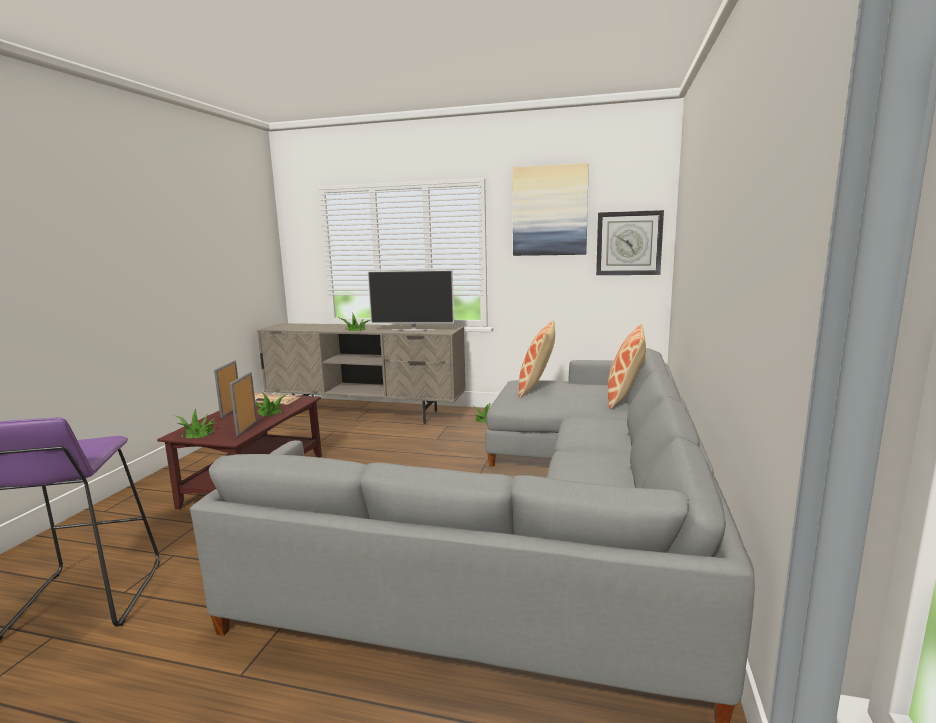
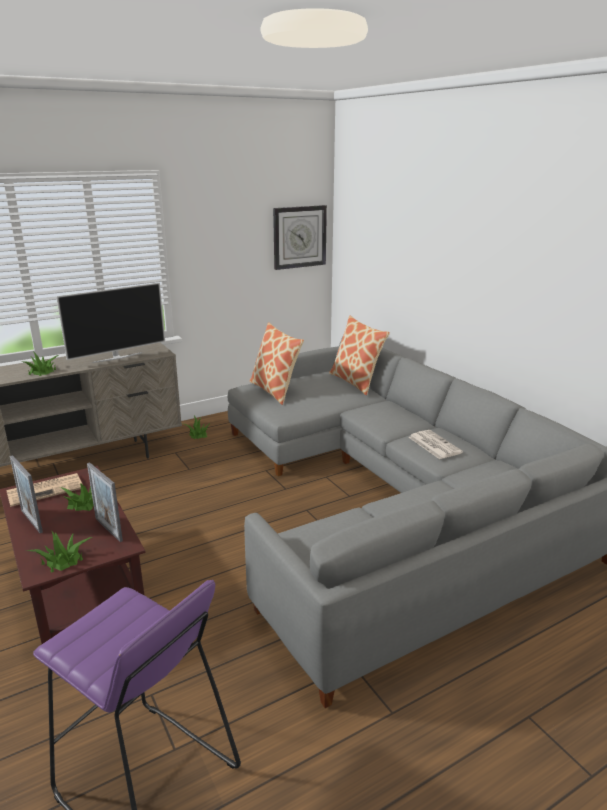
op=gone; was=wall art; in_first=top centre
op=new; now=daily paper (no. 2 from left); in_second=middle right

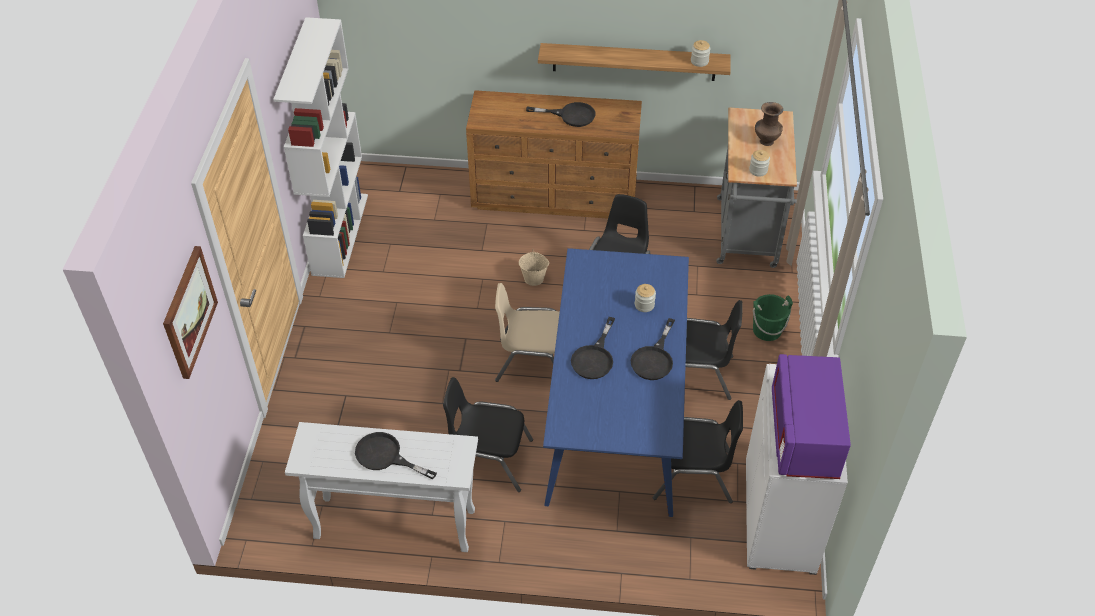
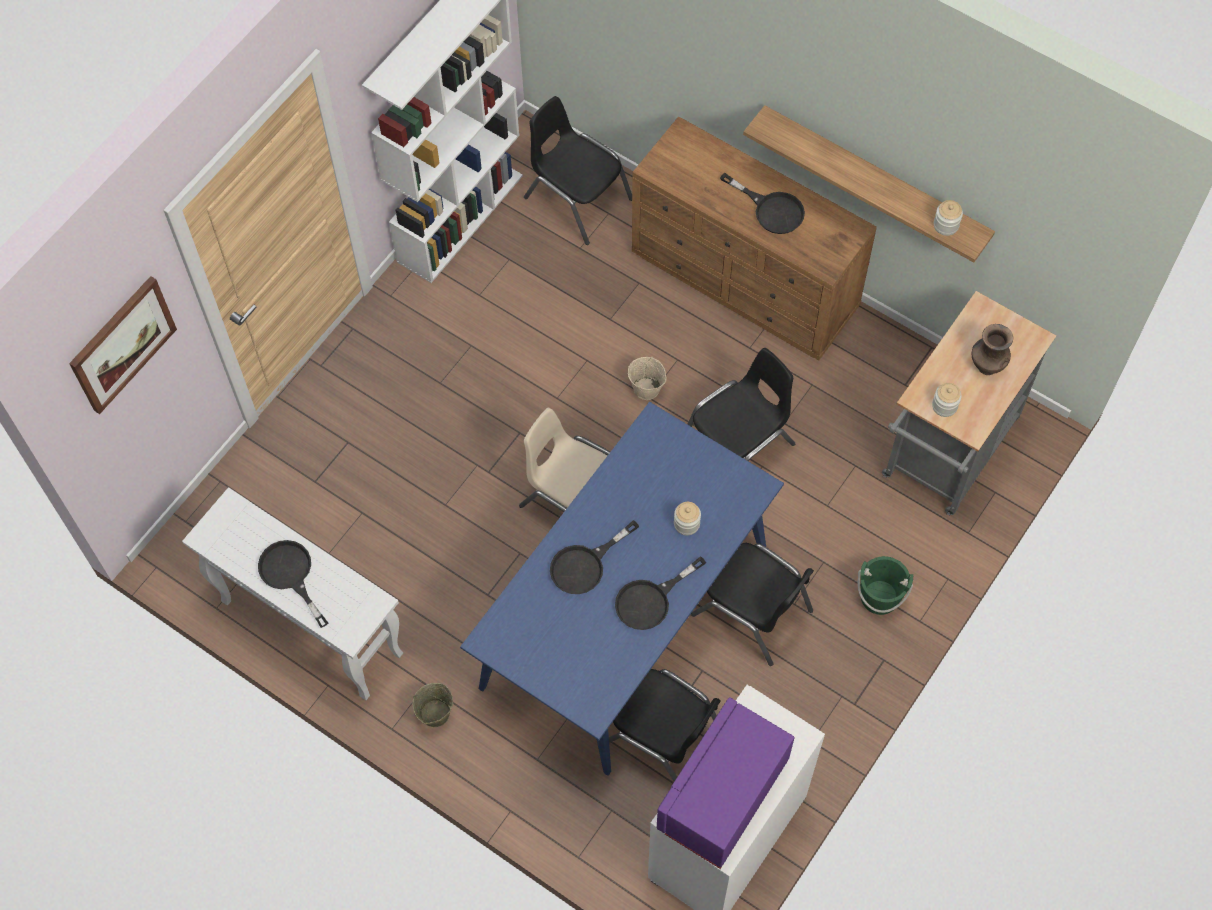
op=shifted; was=black-coloured upright chair (no. 1 from left); in_first=bottom centre; in_second=top centre
op=new; now=beige water bucket (no. 1 from left); in_second=bottom centre

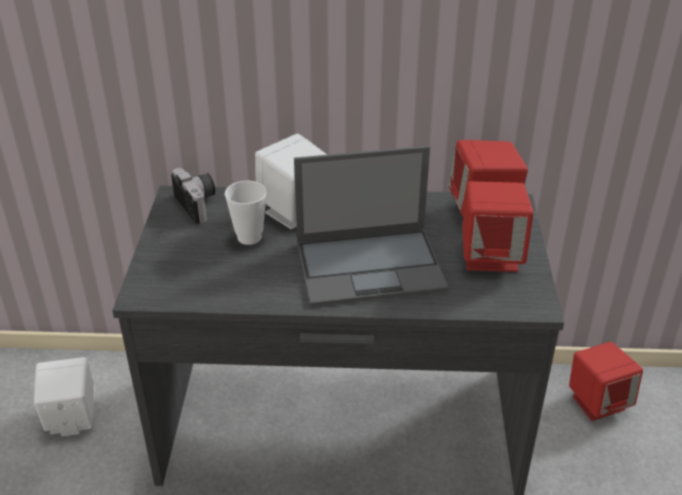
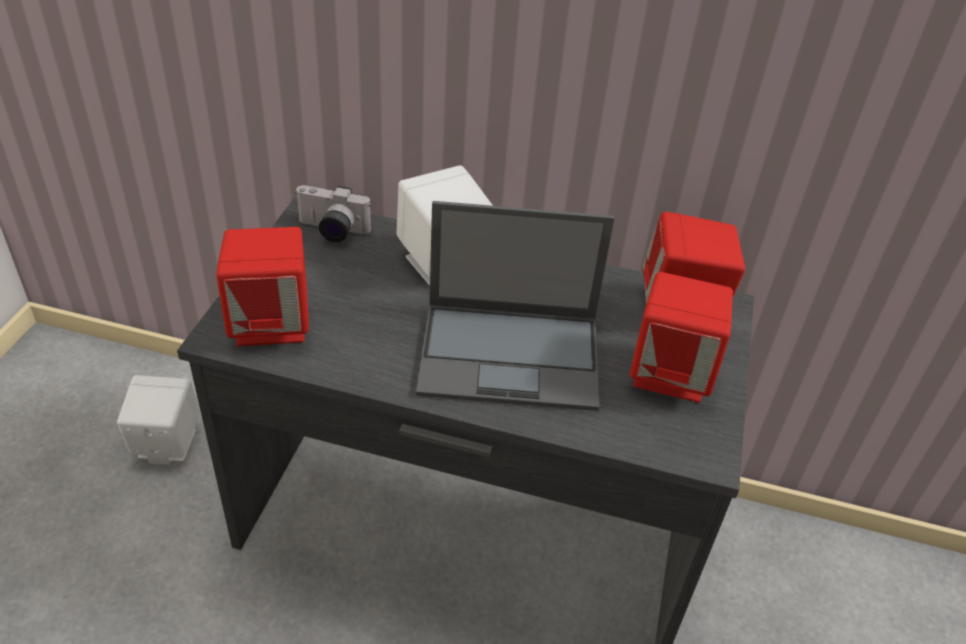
op=rotated; was=photo camera; in_first=middle left; in_second=top centre; clockwise=120
op=gone; was=drinking cup; in_first=centre
op=shifted; was=red speaker (no. 3 from left in the first image); now=red speaker (no. 1 from left); in_first=bottom right; in_second=middle left

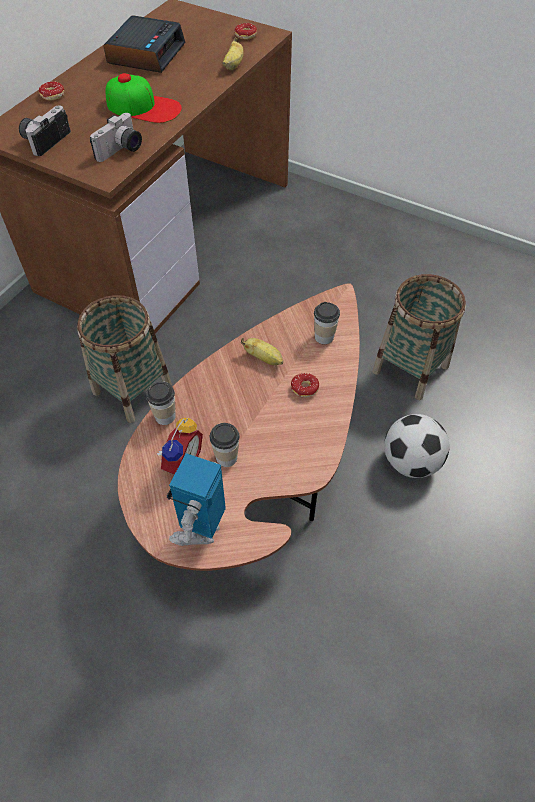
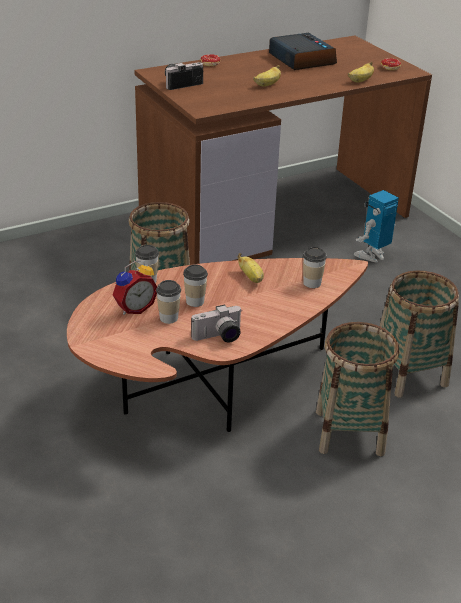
op=rotated; was=alarm clock (no. 1 from left in the first image); in_first=top left; in_second=top centre; clockwise=-75
op=swapped; was=peaked cap; now=whole banana (no. 2 from left); in_first=top left; in_second=top centre
op=shifted; was=photo camera (no. 2 from left); in_first=top left; in_second=centre
op=gone; was=ring doughnut (no. 3 from left); in_first=centre
op=swapped; was=football ball; now=storage basket (no. 2 from left); in_first=middle right; in_second=middle right
op=shifted; was=robot figure; in_first=centre; in_second=middle right
op=new; now=drinking cup (no. 3 from left); in_second=centre

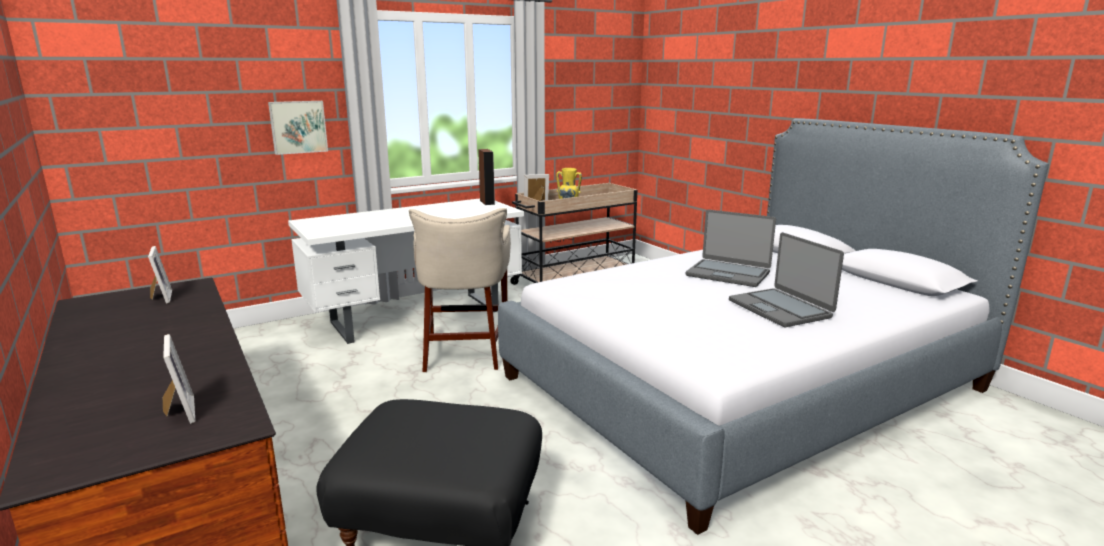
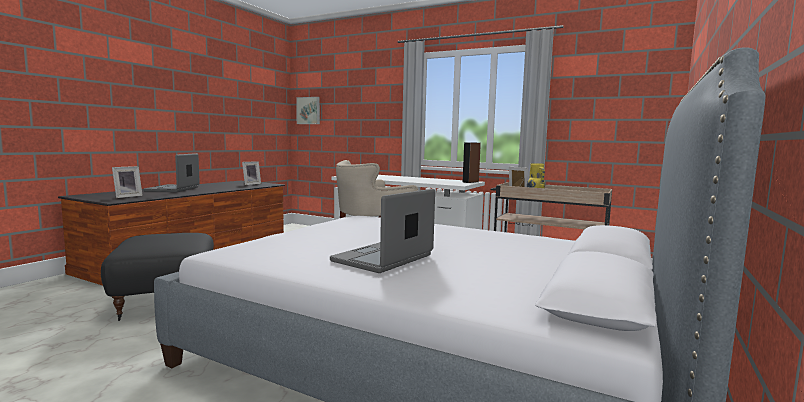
op=shifted; was=wall art; in_first=top left; in_second=top centre
op=shifted; was=portable computer (no. 1 from left); in_first=centre; in_second=middle left

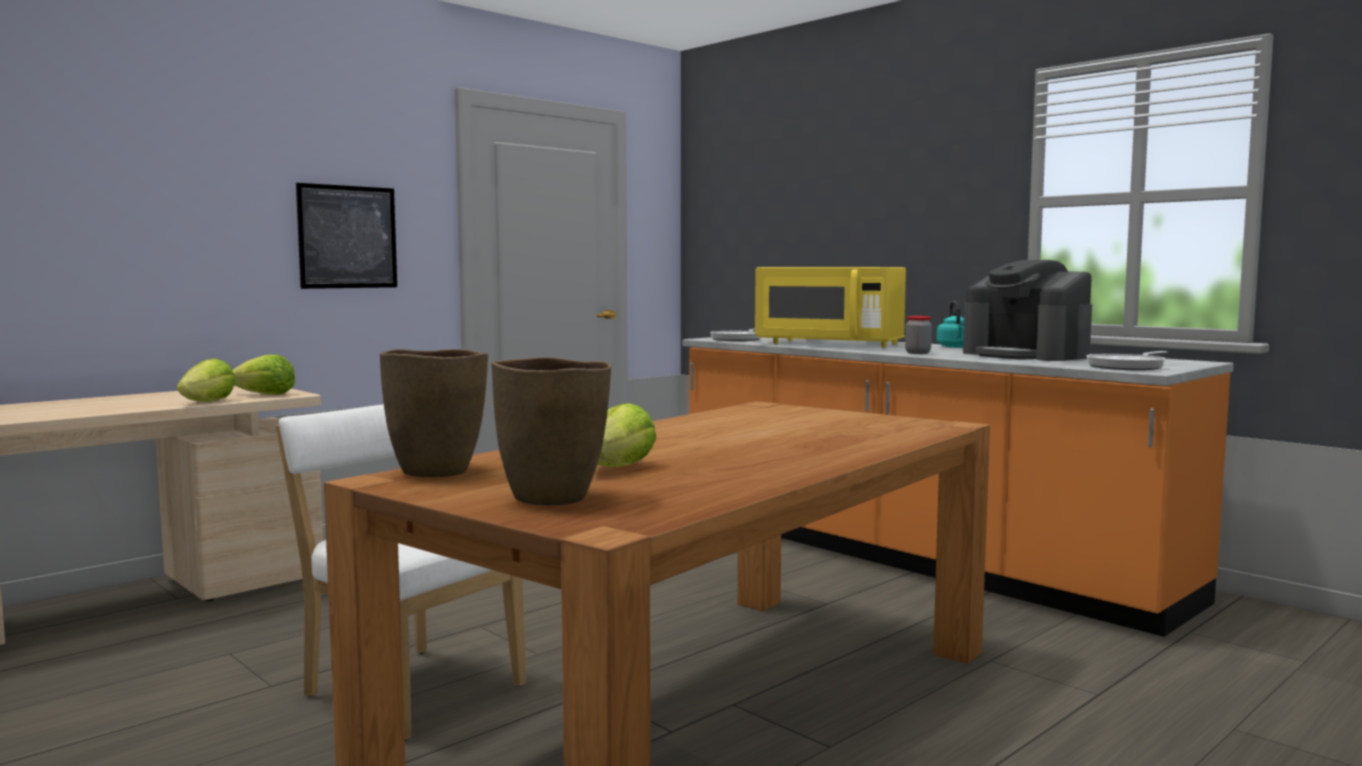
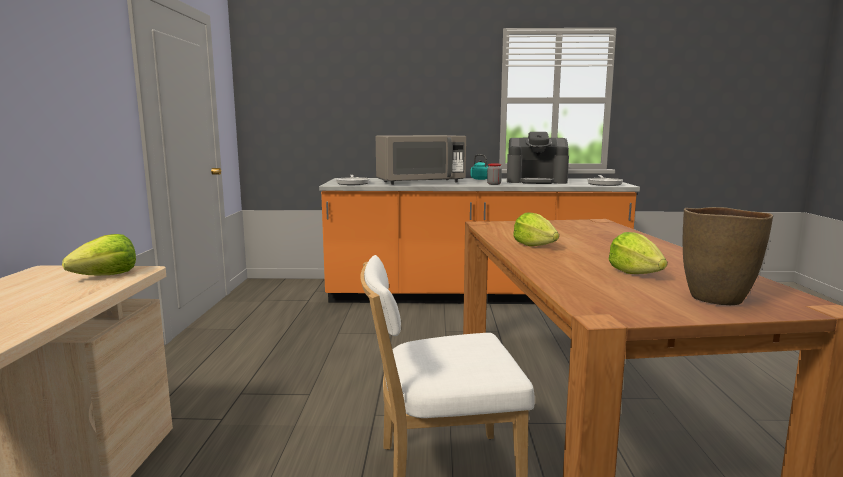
op=gone; was=wall art; in_first=top left
op=repainted; was=yellow-coloured kitchen microwave; now=grey kitchen microwave; in_first=centre; in_second=centre
op=gone; was=brownish decorative vase (no. 1 from left); in_first=middle left
op=shifted; was=lettuce (no. 1 from left in the first image); now=lettuce (no. 2 from left); in_first=middle left; in_second=centre

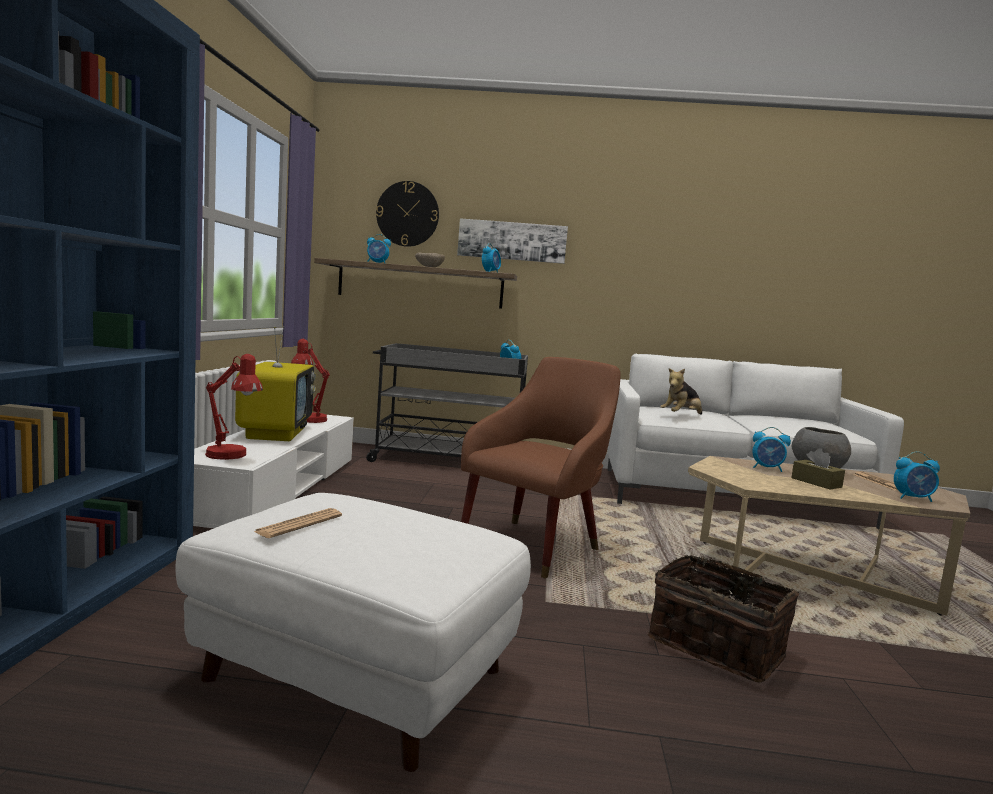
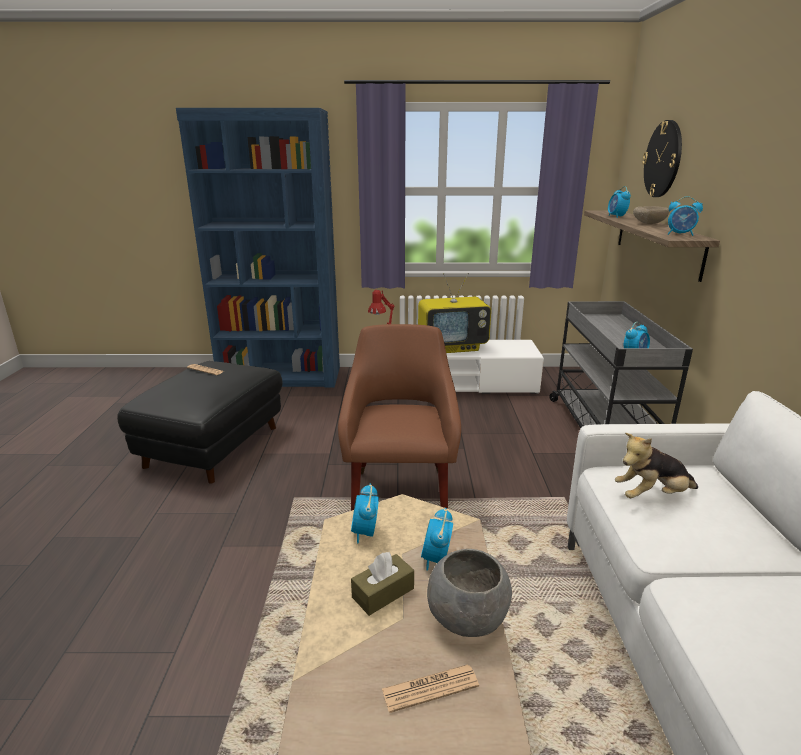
op=gone; was=wall art; in_first=top centre
op=gone; was=red lamp for a table (no. 2 from left); in_first=middle left
op=rotated; was=brownish easy chair; in_first=centre; in_second=centre; clockwise=-120
op=rotated; was=cuddly toy; in_first=middle right; in_second=middle right; clockwise=-60
op=shifted; was=alarm clock (no. 5 from left in the first image); now=alarm clock (no. 1 from left); in_first=middle right; in_second=bottom centre
op=repainted; was=white-coloured pouffe; now=black-coloured pouffe; in_first=bottom centre; in_second=middle left
op=gone; was=storage basket; in_first=bottom right

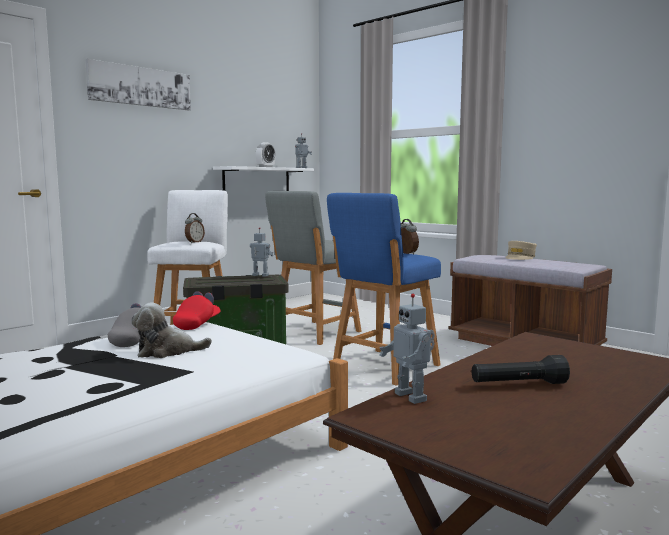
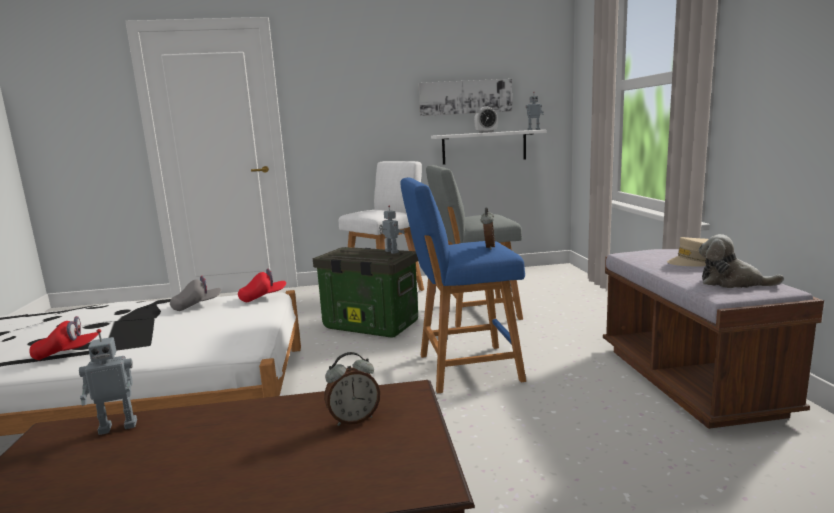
op=shifted; was=wall art; in_first=top left; in_second=top centre
op=shifted; was=alarm clock (no. 1 from left); in_first=middle left; in_second=bottom centre
op=rotated; was=robot figure (no. 3 from left in the first image); in_first=centre; in_second=bottom left; clockwise=-120
op=shifted; was=cuddly toy; in_first=middle left; in_second=middle right
op=gone; was=black-coloured flashlight; in_first=bottom right
op=new; now=red peaked cap (no. 1 from left); in_second=middle left

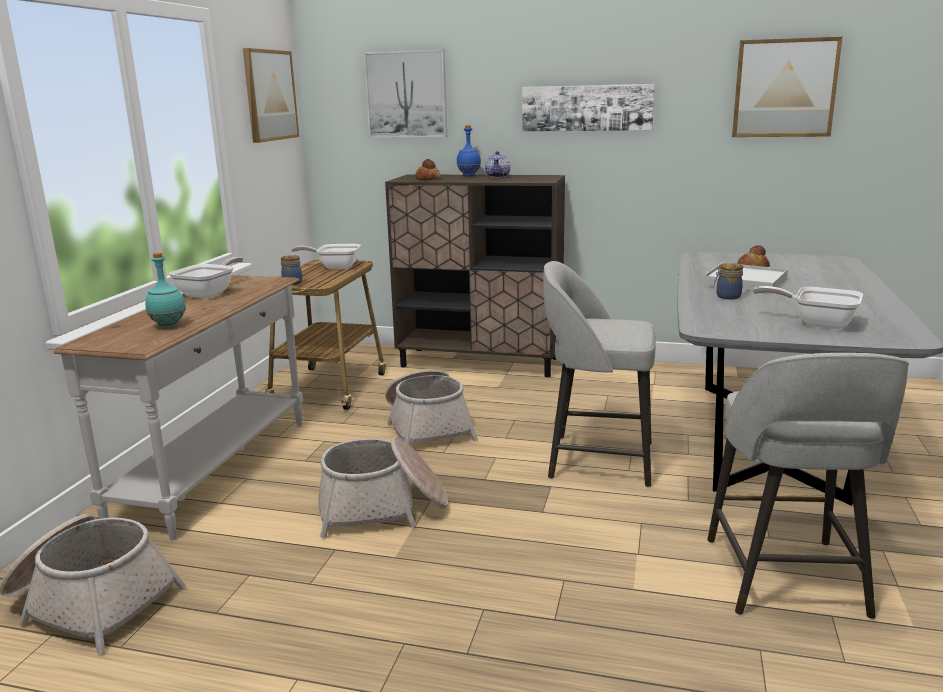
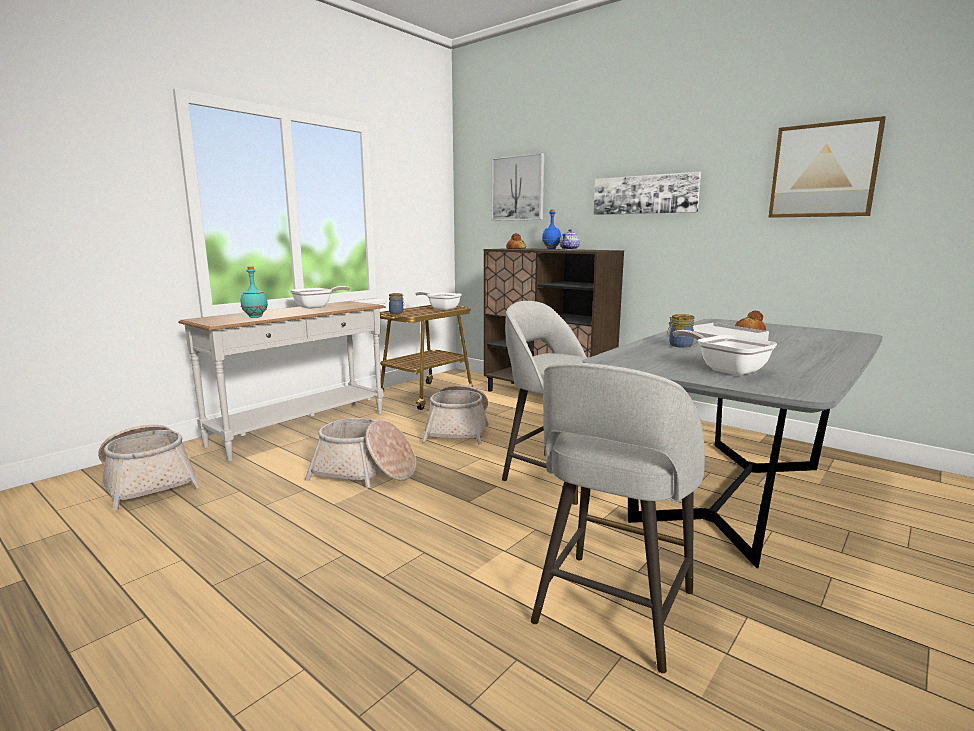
op=gone; was=wall art (no. 1 from left); in_first=top left

